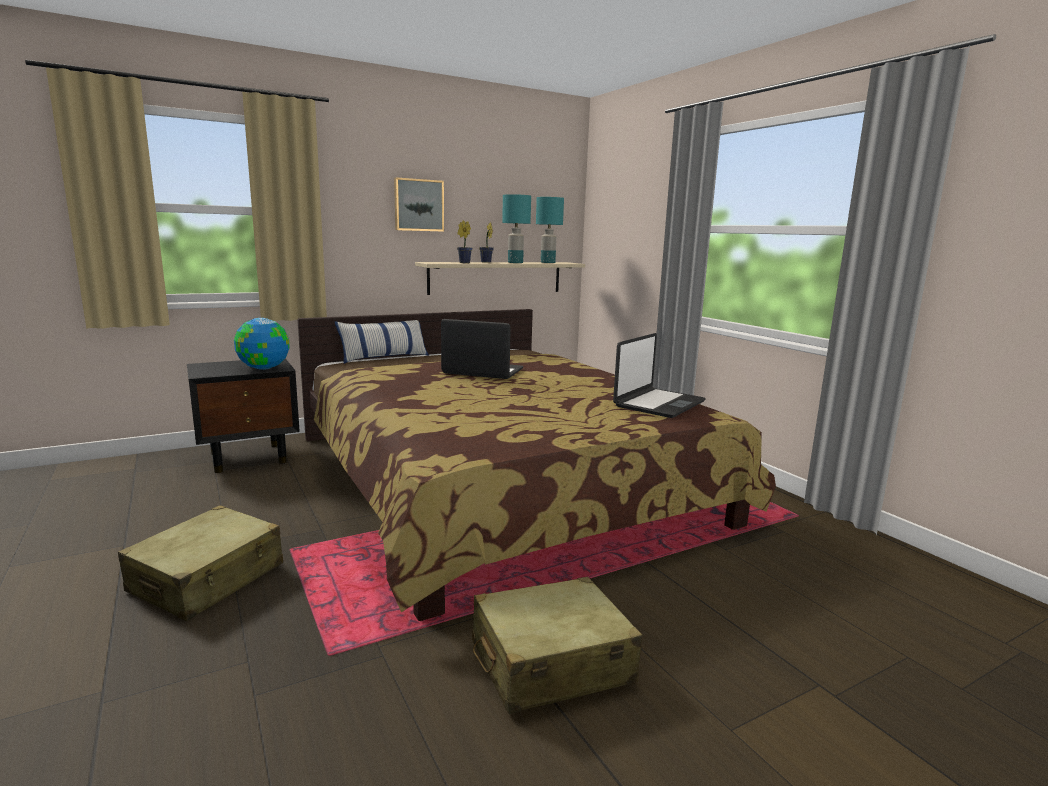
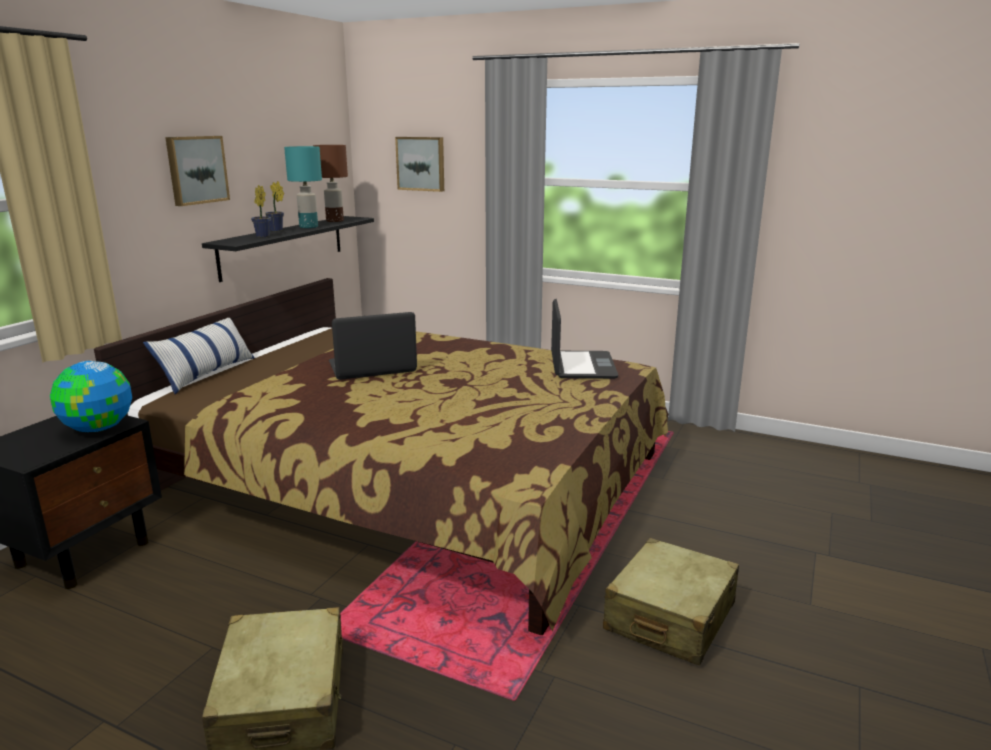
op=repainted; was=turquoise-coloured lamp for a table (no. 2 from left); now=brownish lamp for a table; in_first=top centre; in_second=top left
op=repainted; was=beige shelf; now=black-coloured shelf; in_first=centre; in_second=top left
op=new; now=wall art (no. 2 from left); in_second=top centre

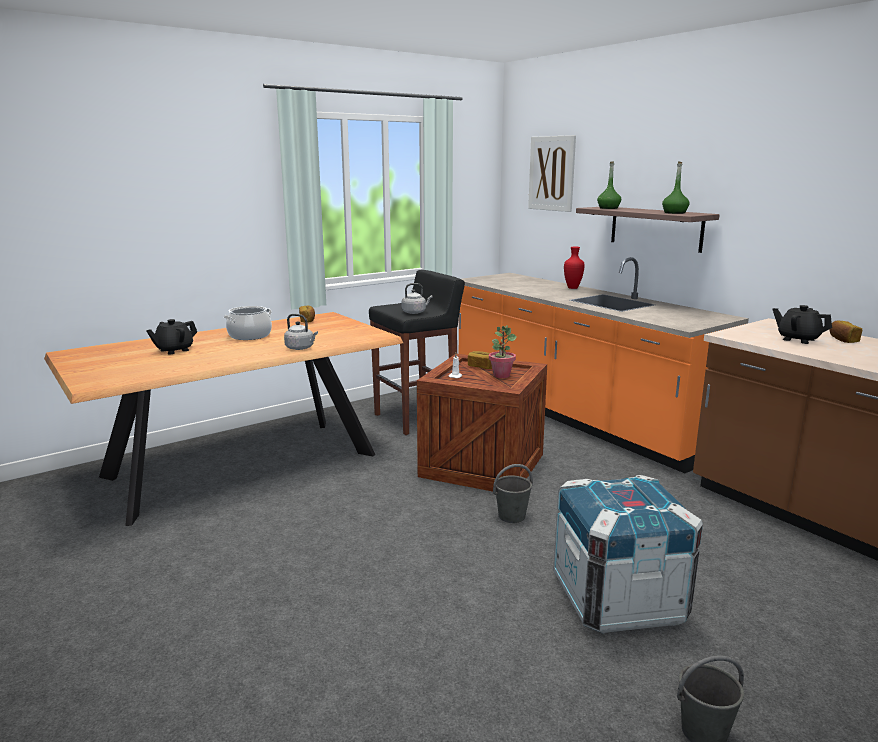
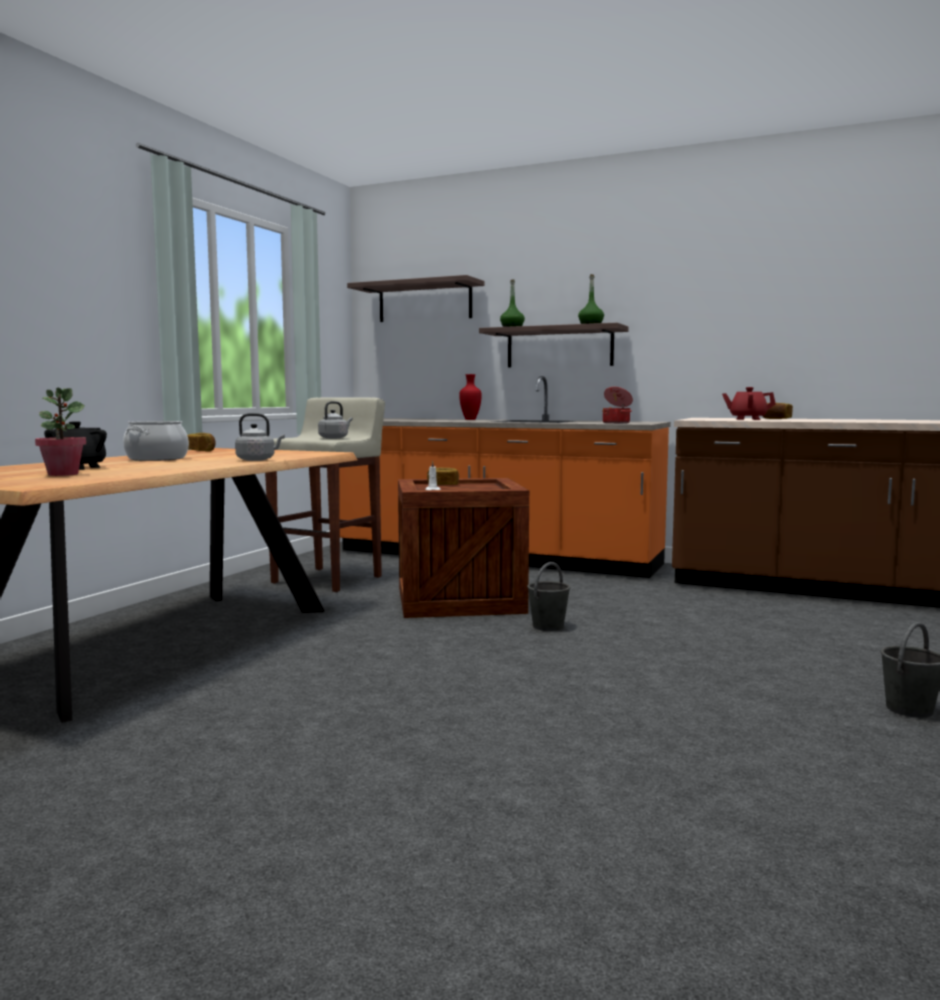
op=swapped; was=wall art; now=shelf (no. 1 from left); in_first=top centre; in_second=top centre
op=repainted; was=black-coloured stool; now=beige stool; in_first=centre; in_second=centre
op=repainted; was=black-coloured pot for tea (no. 2 from left); now=red pot for tea; in_first=middle right; in_second=middle right
op=shifted; was=potted plant; in_first=centre; in_second=middle left
op=gone; was=shipping crate (no. 2 from left); in_first=bottom right
op=new; now=saucepot (no. 2 from left); in_second=centre

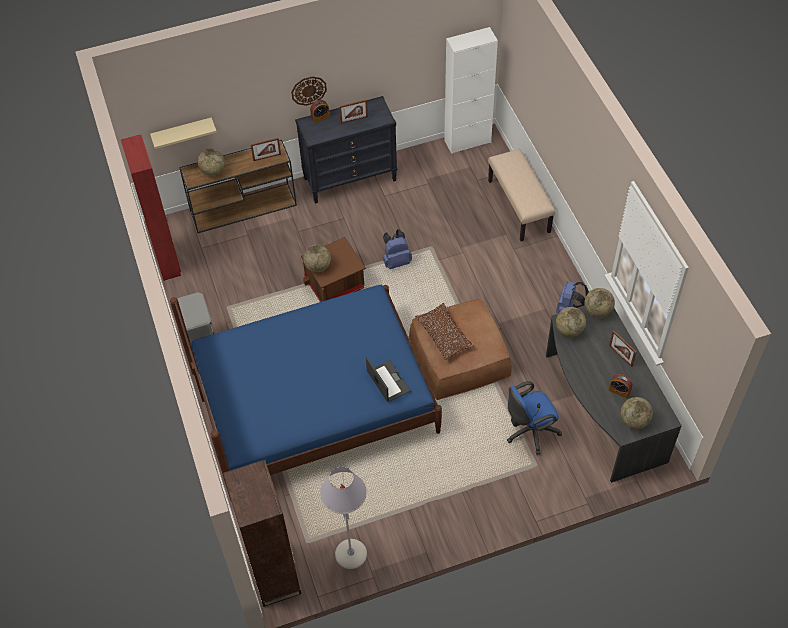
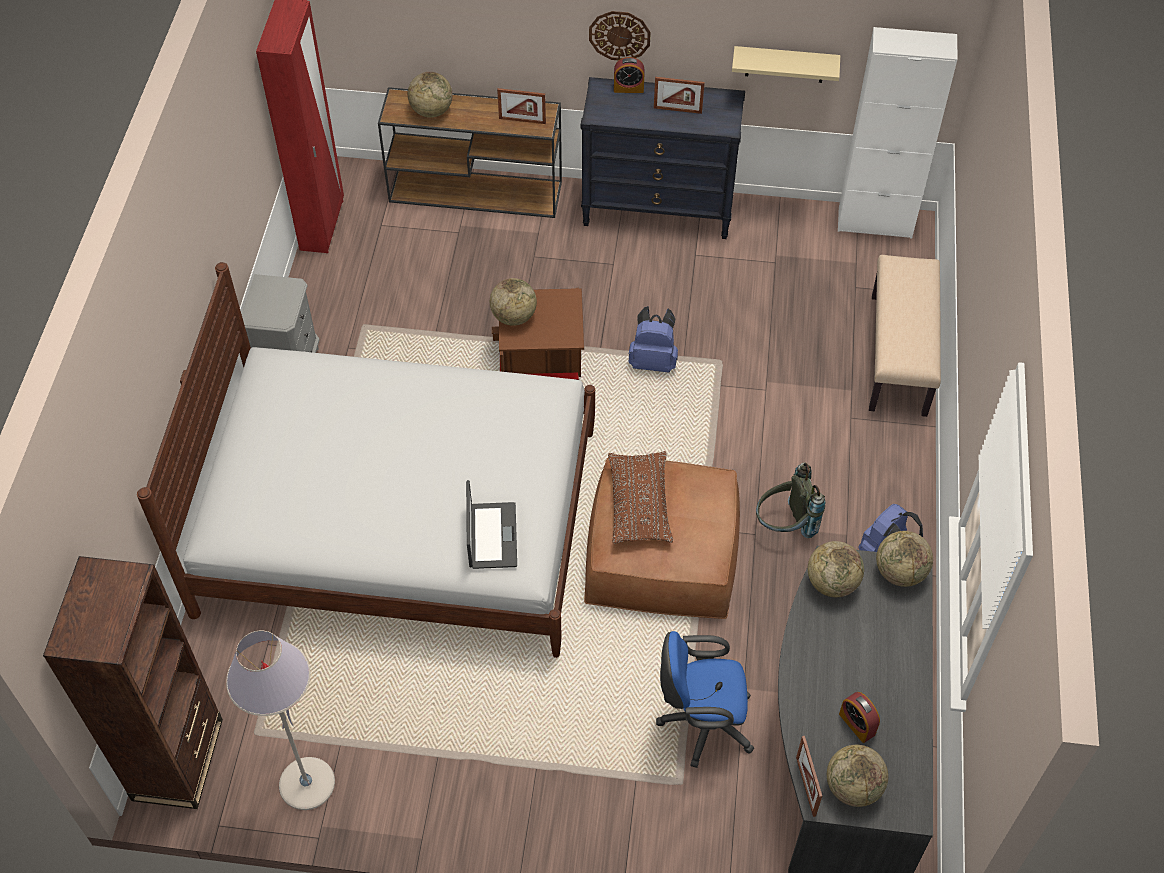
op=shifted; was=beige shelf; in_first=top left; in_second=top right
op=repainted; was=bluish bedroom bed; now=white-coloured bedroom bed; in_first=centre; in_second=middle left
op=shifted; was=standing frame (no. 3 from left); in_first=middle right; in_second=bottom right
op=new; now=grey knapsack; in_second=middle right

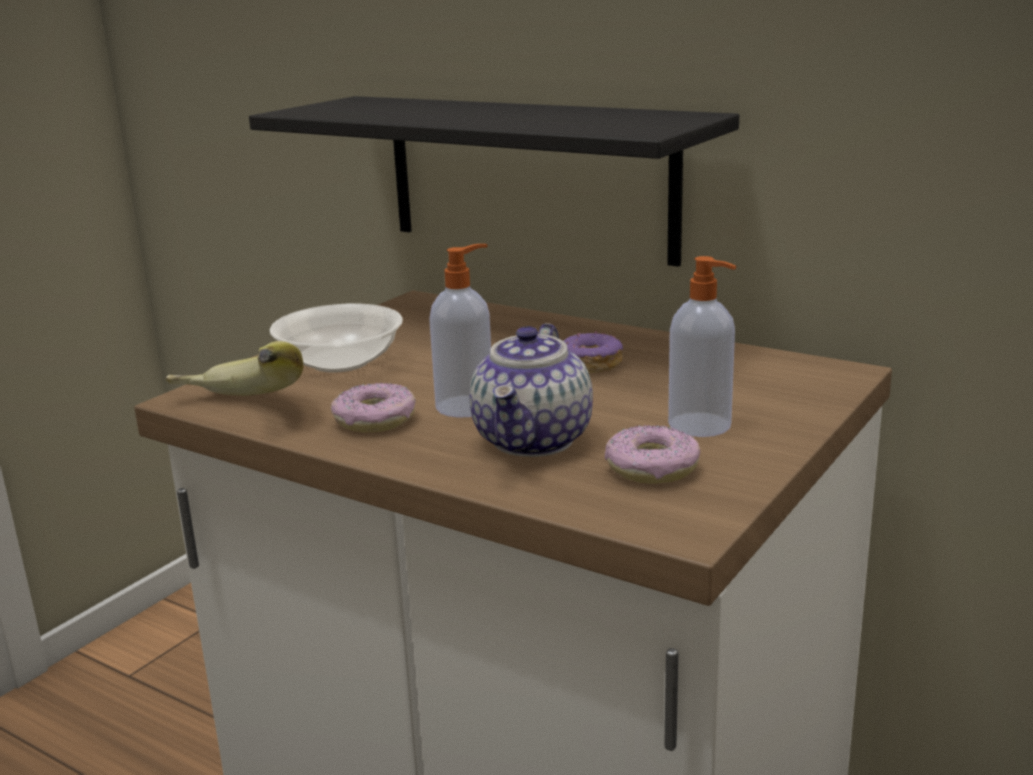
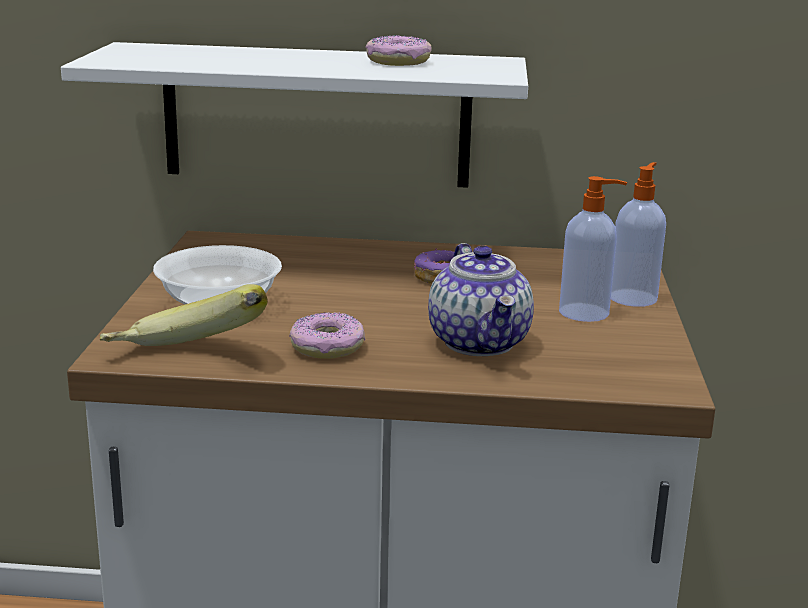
op=repainted; was=black-coloured shelf; now=white-coloured shelf; in_first=top centre; in_second=top centre
op=shifted; was=soap bottle (no. 1 from left in the first image); now=soap bottle (no. 2 from left); in_first=centre; in_second=middle right
op=shifted; was=ring doughnut (no. 3 from left in the first image); now=ring doughnut (no. 2 from left); in_first=centre; in_second=top centre

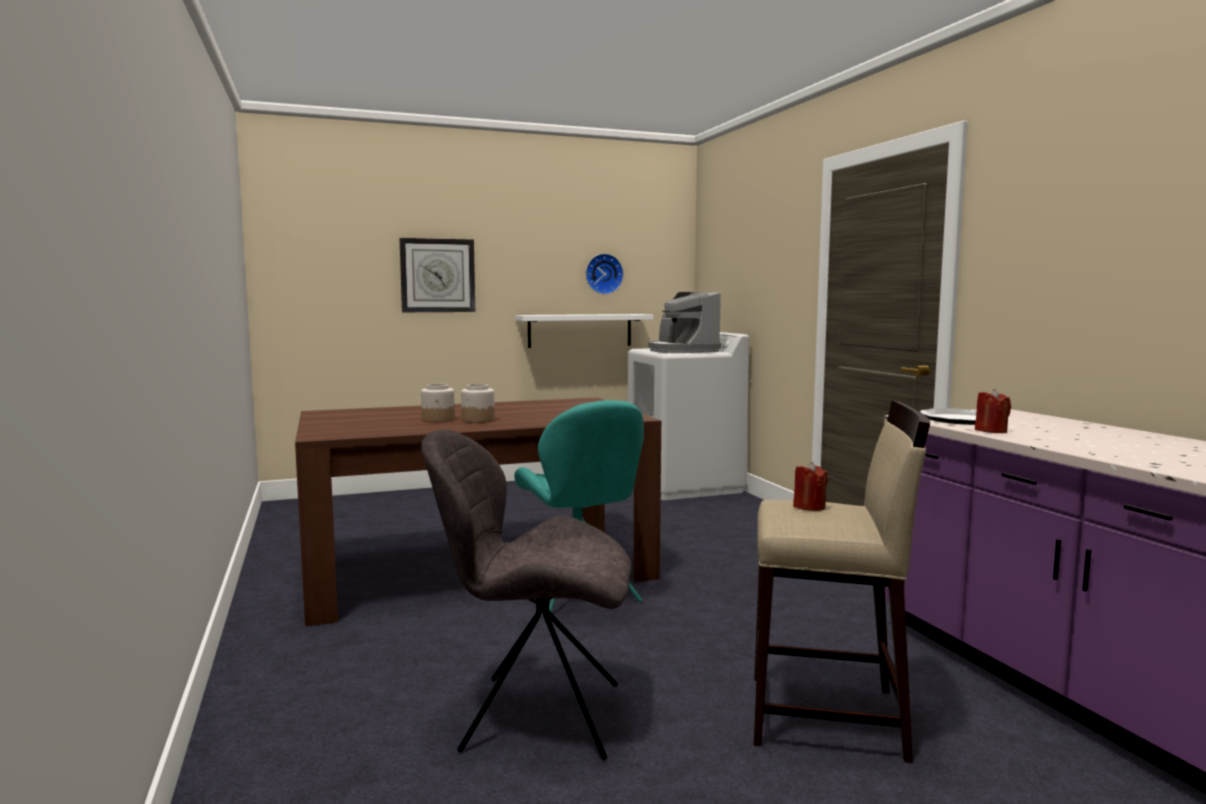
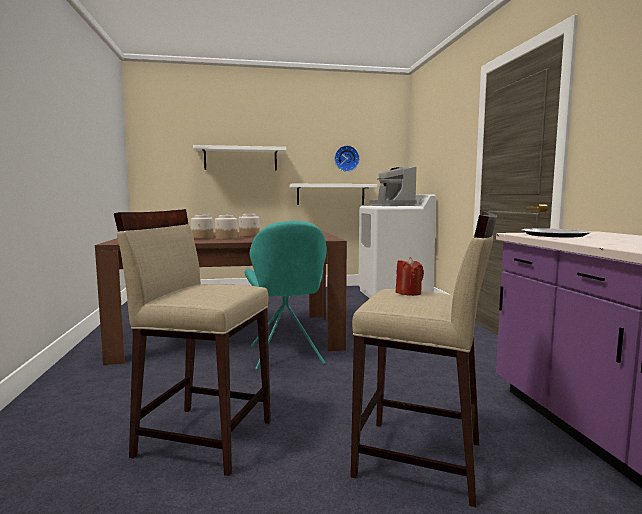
op=swapped; was=hanging clock (no. 1 from left); now=white-coloured shelf (no. 1 from left); in_first=centre; in_second=top centre
op=gone; was=red candle (no. 2 from left); in_first=middle right
op=swapped; was=grey upright chair; now=beige stool (no. 1 from left); in_first=bottom centre; in_second=middle left
op=new; now=storage jar (no. 3 from left); in_second=centre

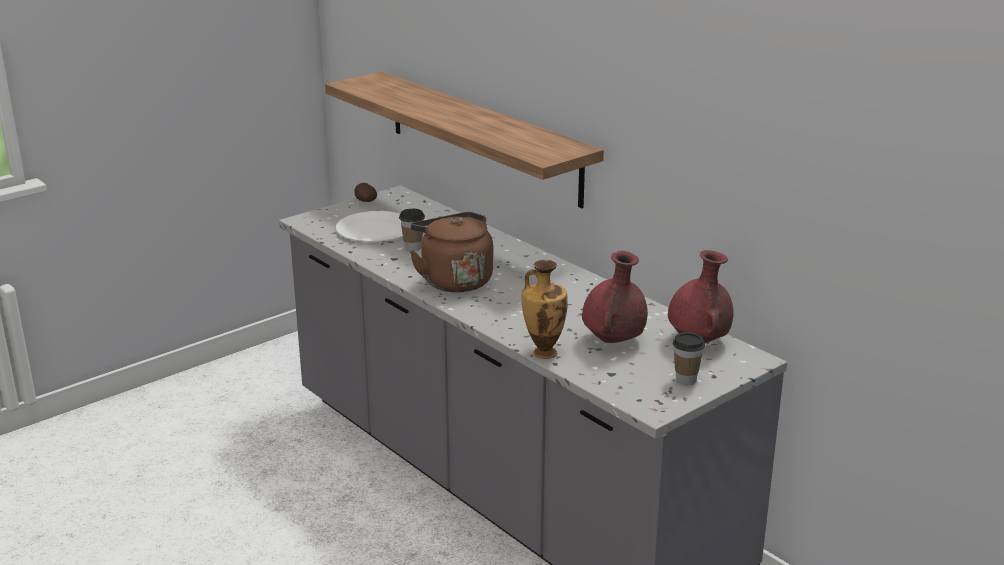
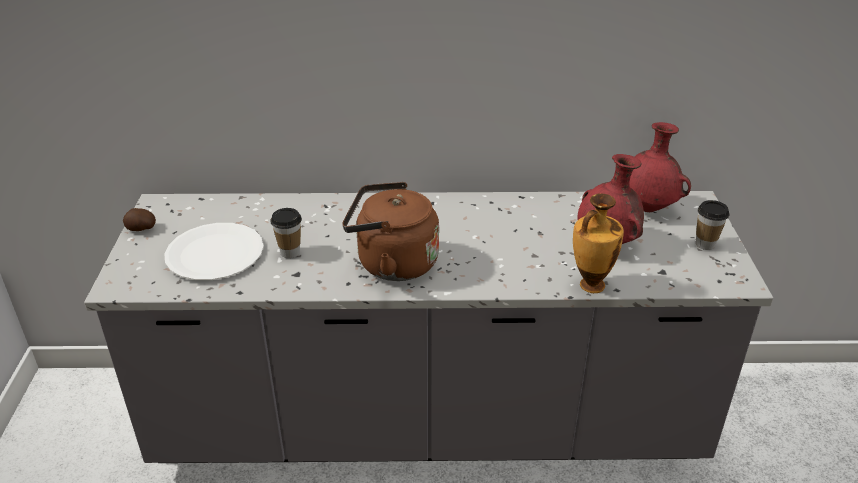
op=gone; was=shelf; in_first=top centre

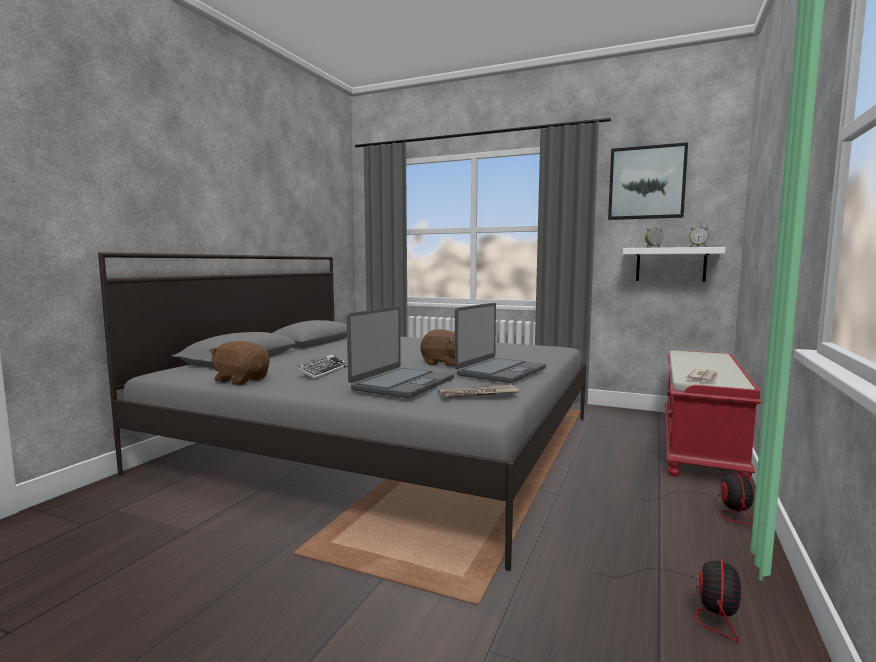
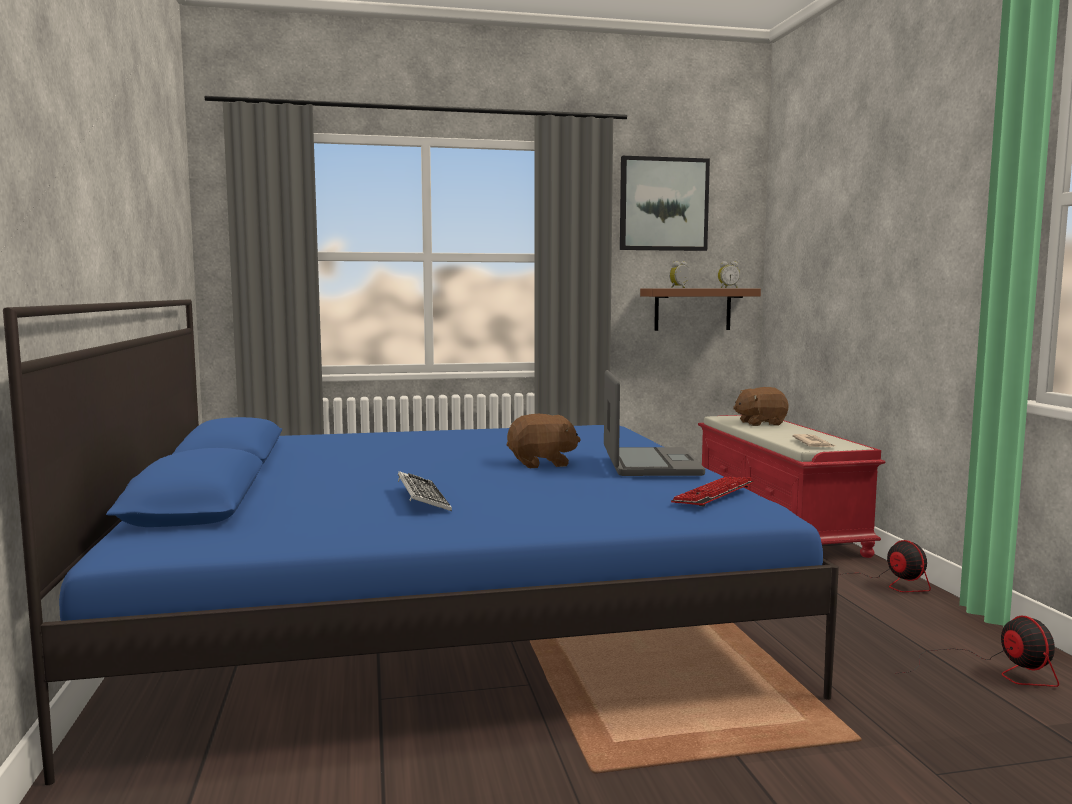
op=repainted; was=white-coloured shelf; now=brownish shelf; in_first=middle right; in_second=centre
op=repainted; was=grey bedroom bed; now=bluish bedroom bed; in_first=centre; in_second=bottom centre
op=gone; was=portable computer (no. 1 from left); in_first=centre
op=shifted; was=brownish cuddly toy (no. 1 from left in the first image); now=brownish cuddly toy (no. 2 from left); in_first=middle left; in_second=middle right
op=swapped; was=daily paper (no. 1 from left); now=PC keyboard (no. 2 from left); in_first=centre; in_second=centre

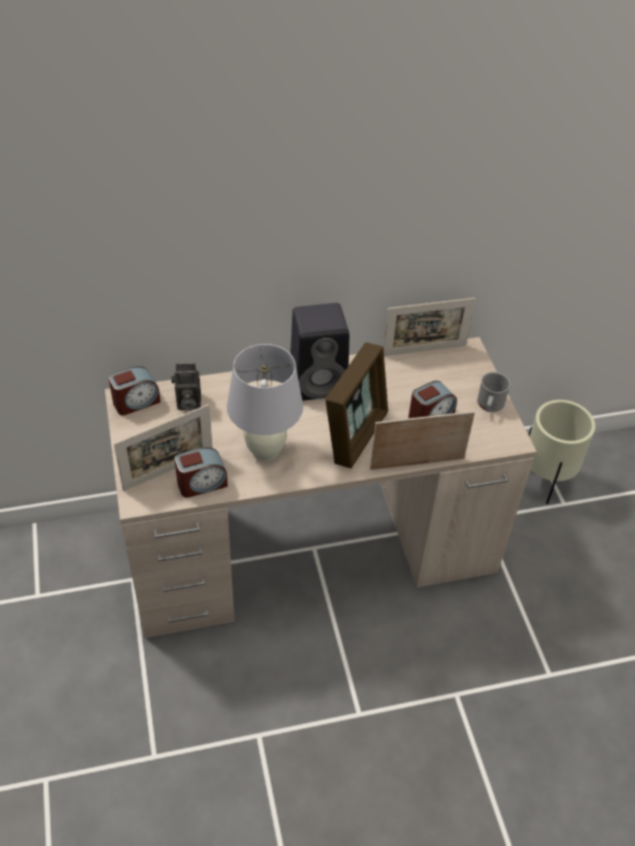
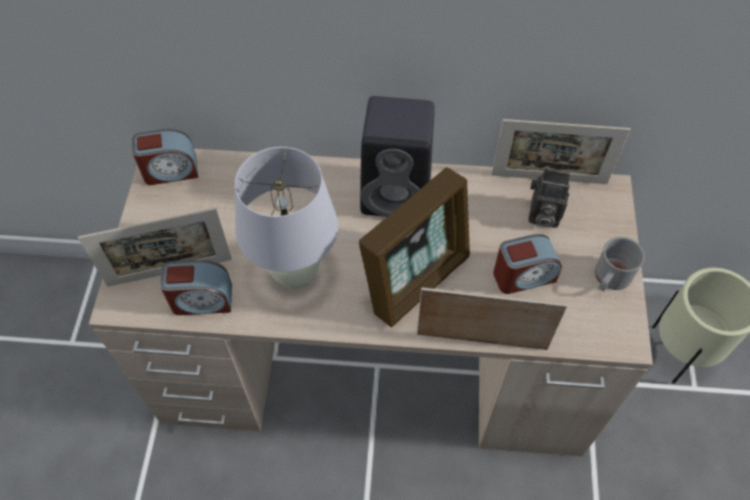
op=shifted; was=photo camera; in_first=middle left; in_second=middle right

